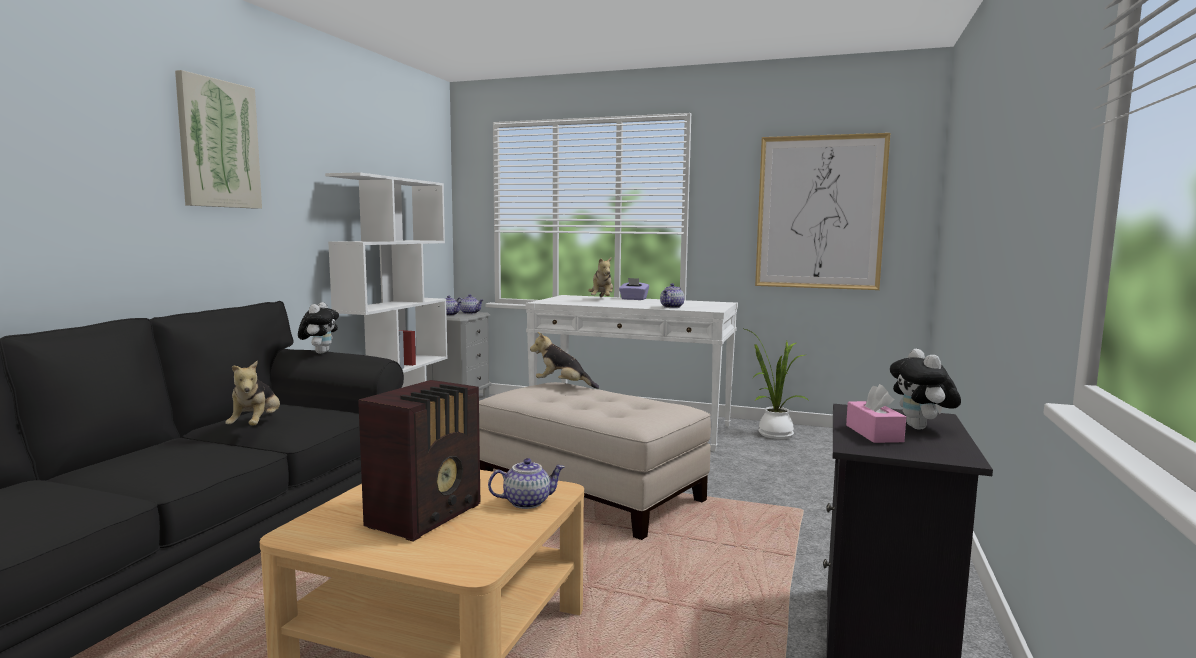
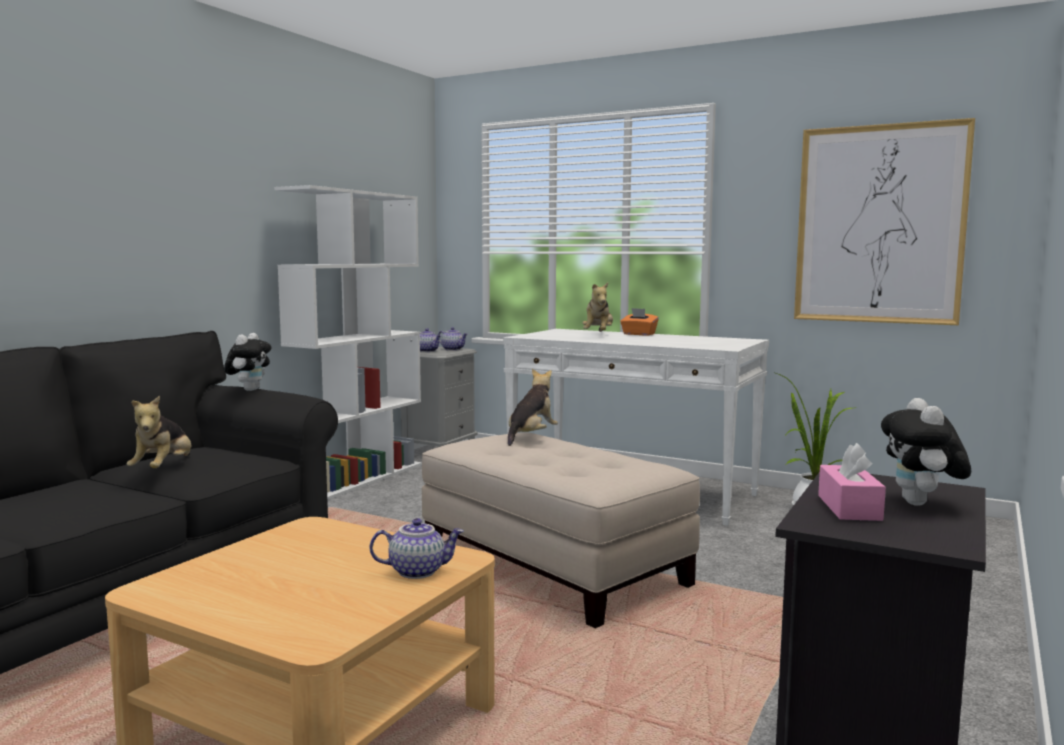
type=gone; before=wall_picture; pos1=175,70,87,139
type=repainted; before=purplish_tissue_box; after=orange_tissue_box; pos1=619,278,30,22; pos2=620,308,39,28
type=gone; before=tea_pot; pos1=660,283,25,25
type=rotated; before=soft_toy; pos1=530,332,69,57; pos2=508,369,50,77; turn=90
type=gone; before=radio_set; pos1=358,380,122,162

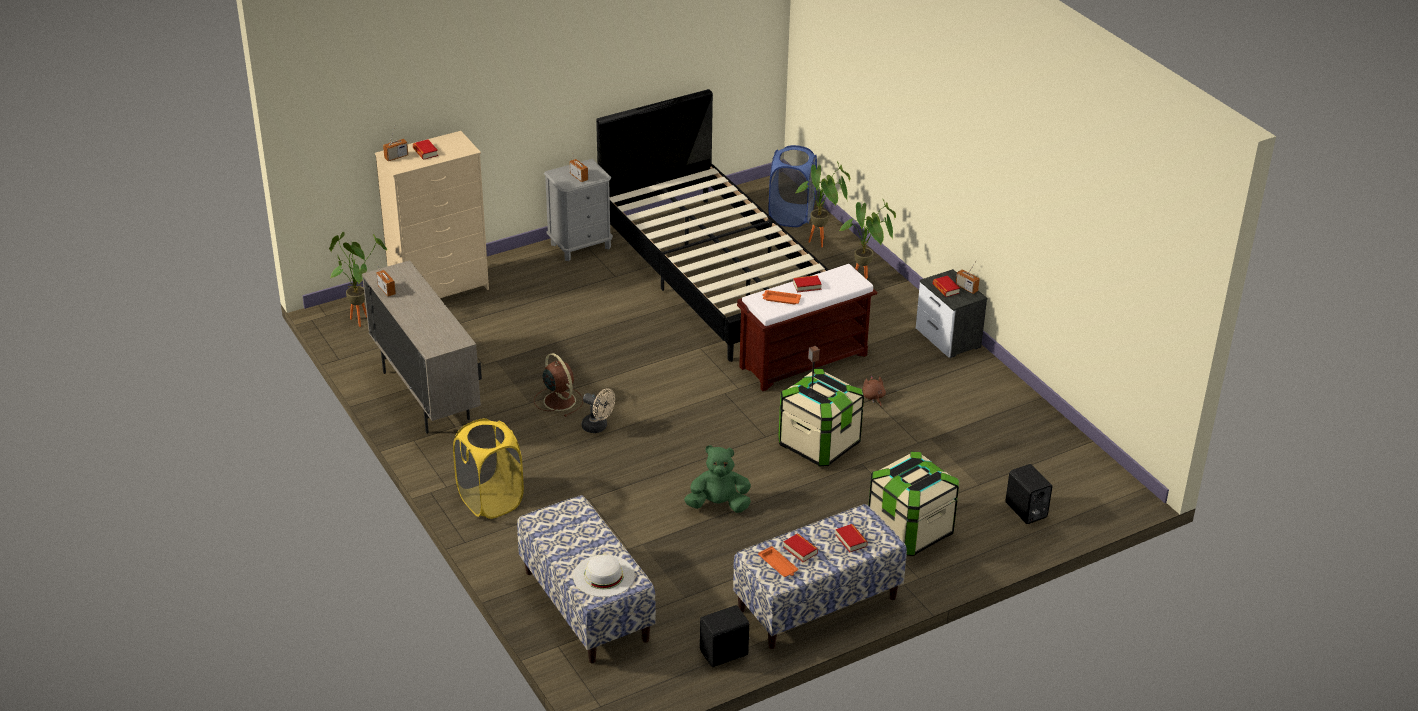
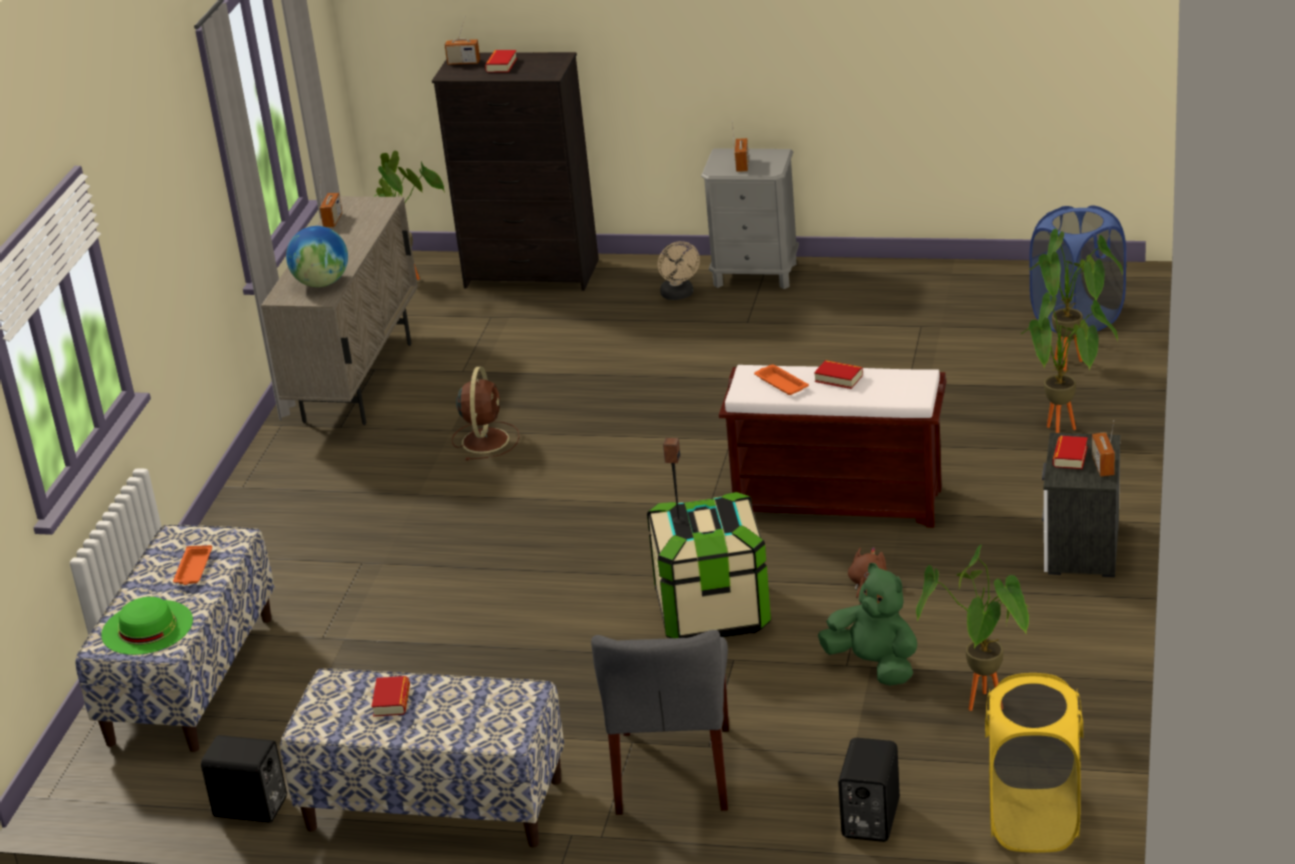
type=gone; before=black_bed; pos1=596,89,233,273
type=repainted; before=sand-coloured_chest_of_drawers; after=black_chest_of_drawers; pos1=375,131,114,167; pos2=432,52,167,239
type=shifted; before=sand-coloured_cooling_fan; pos1=582,388,33,45; pos2=658,241,42,59
type=shifted; before=yellowish_hamper; pos1=453,418,71,101; pos2=985,673,98,180
type=shifted; before=green-coloured_soft_toy; pos1=684,445,67,68; pos2=818,563,99,123
type=swapped; before=storage_box; after=greyish_plain_chair; pos1=868,451,91,105; pos2=591,630,138,185
type=gone; before=book; pos1=836,524,32,28
type=shifted; before=orange_carrying_tray; pos1=758,546,40,31; pos2=173,545,39,40
type=repainted; before=white-coloured_hat; after=green-coloured_hat; pos1=573,554,62,43; pos2=101,597,92,58
type=new; after=globe; pos2=286,226,62,61
type=new; after=plant_in_a_pot; pos2=916,545,113,166

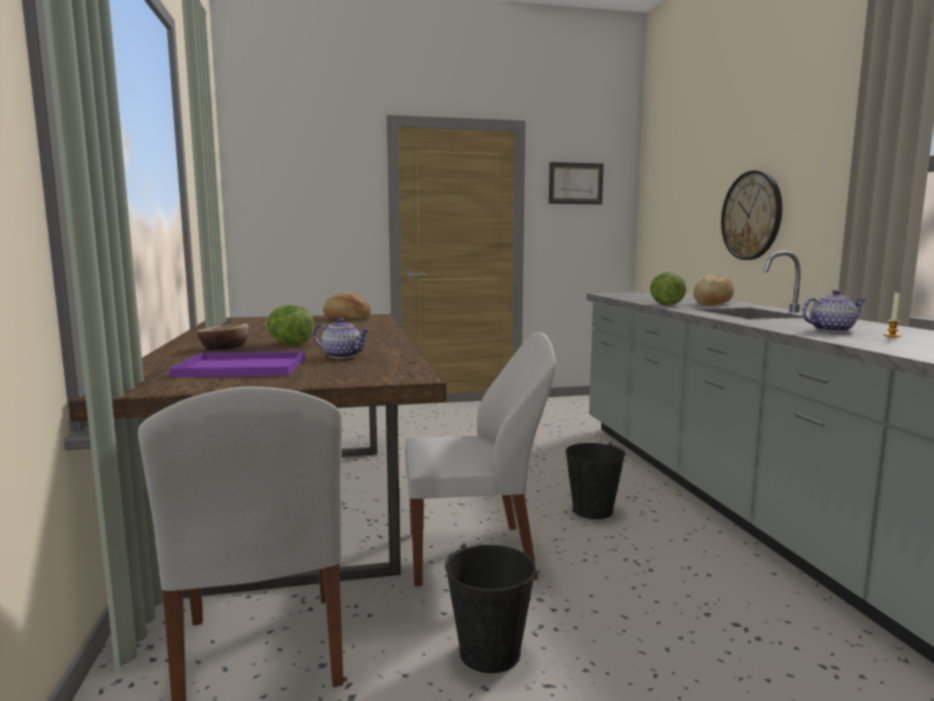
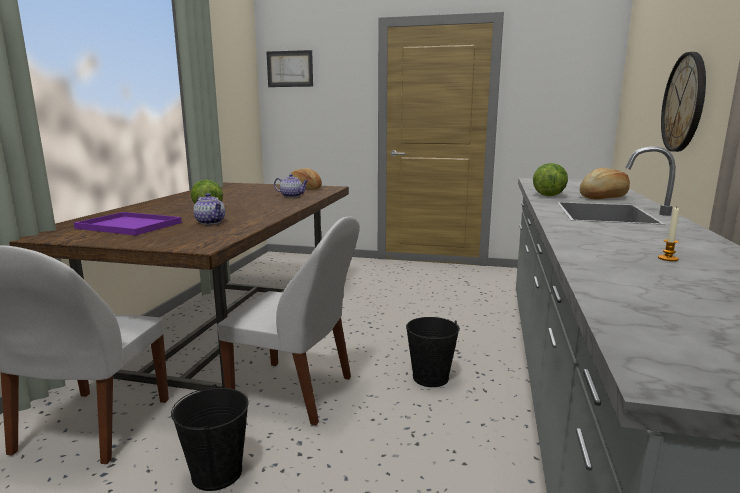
type=shifted; before=wall_picture; pos1=549,162,55,42; pos2=267,50,46,37
type=shifted; before=tea_pot; pos1=802,290,64,42; pos2=274,174,35,24
type=gone; before=deep_dish; pos1=197,324,51,26

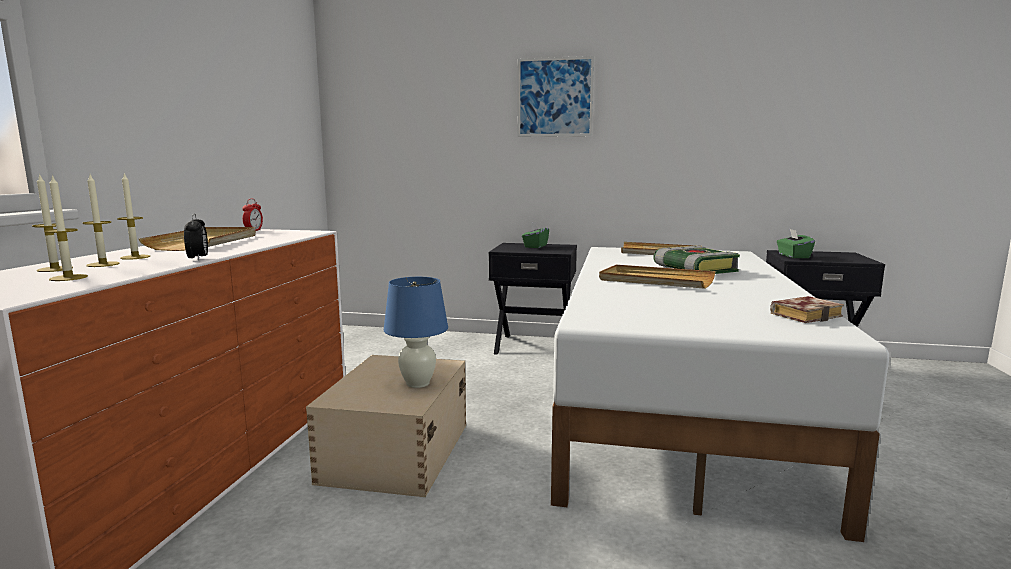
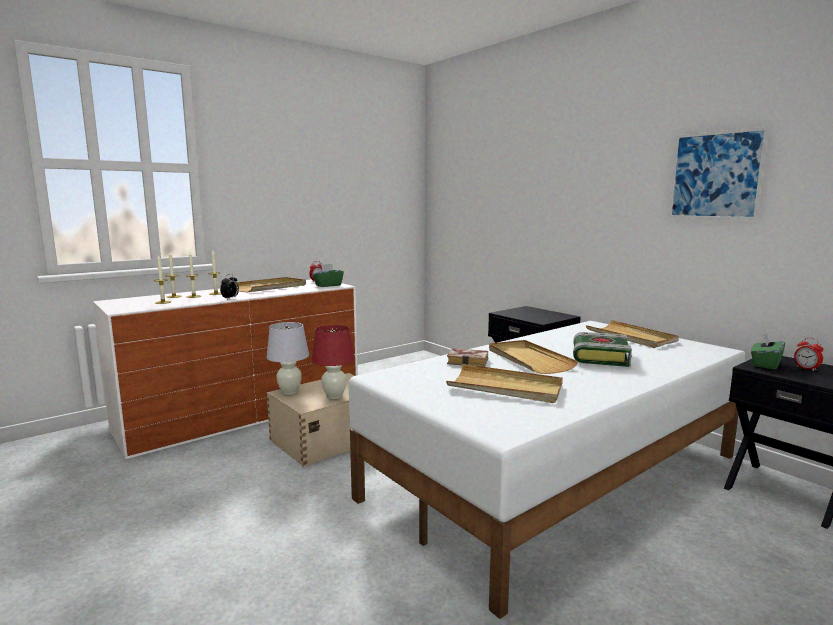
type=shifted; before=wall_picture; pos1=518,56,76,81; pos2=669,127,100,93
type=shifted; before=green-coloured_tissue_box; pos1=522,222,27,26; pos2=313,264,31,23
type=repainted; before=blue_table_lamp; after=red-coloured_table_lamp; pos1=384,277,64,111; pos2=312,325,43,74
type=shifted; before=book; pos1=770,296,74,27; pos2=447,348,41,19
type=new; after=white-coloured_table_lamp; pos2=267,322,42,73
type=new; after=alarm_clock; pos2=794,337,29,34
type=new; after=sand-coloured_carrying_tray; pos2=446,364,117,39

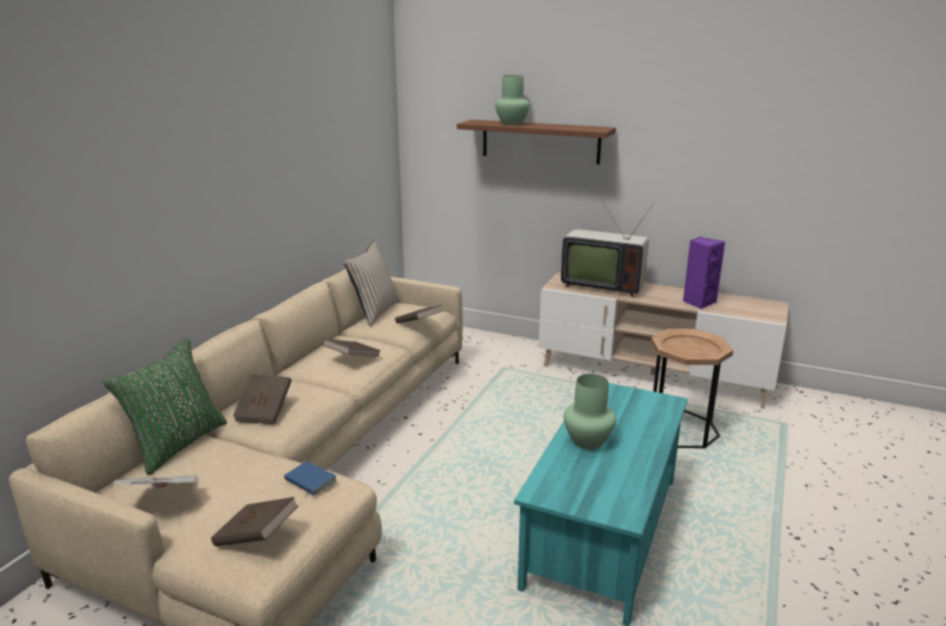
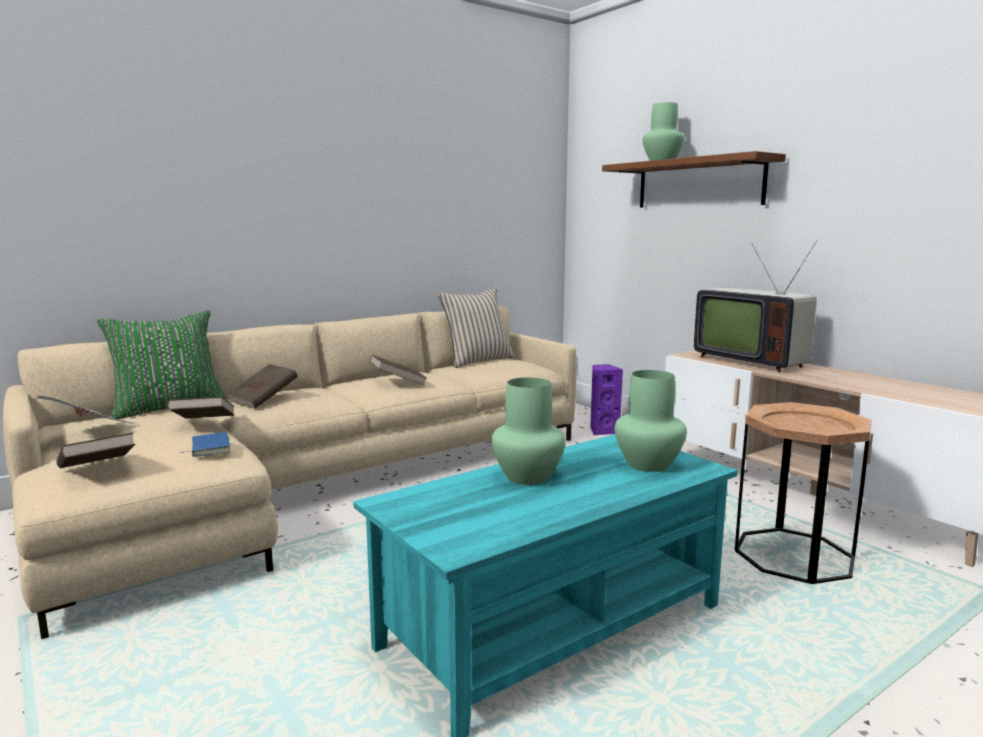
type=shifted; before=purplish_audio_speaker; pos1=683,237,42,72; pos2=590,364,33,71
type=shifted; before=brown_book; pos1=395,305,48,19; pos2=167,397,68,22
type=new; after=green-coloured_flower_vase; pos2=614,370,73,102

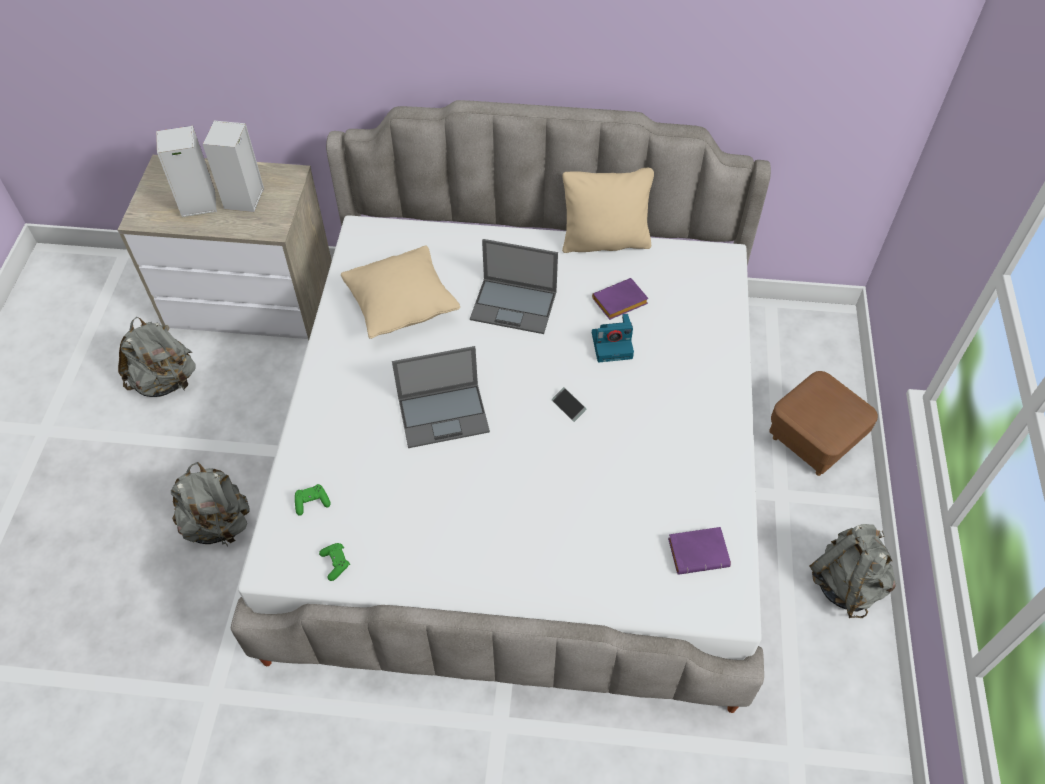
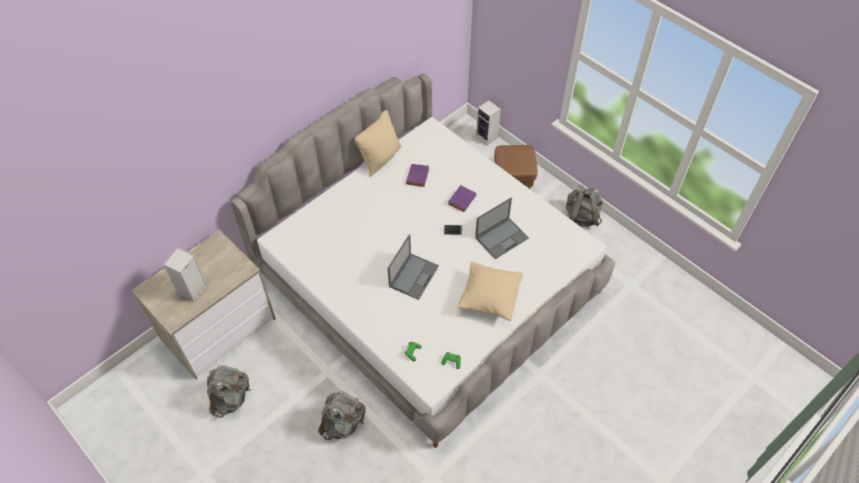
type=shifted; before=audio_speaker; pos1=203,121,61,91; pos2=476,100,25,45
type=shifted; before=laptop; pos1=470,239,88,95; pos2=475,198,54,61
type=shifted; before=sand-coloured_cushion; pos1=341,245,119,94; pos2=458,262,65,59
type=gone; before=photo_camera; pos1=592,314,42,48
type=shifted; before=purplish_book; pos1=668,527,63,48; pos2=448,185,29,27

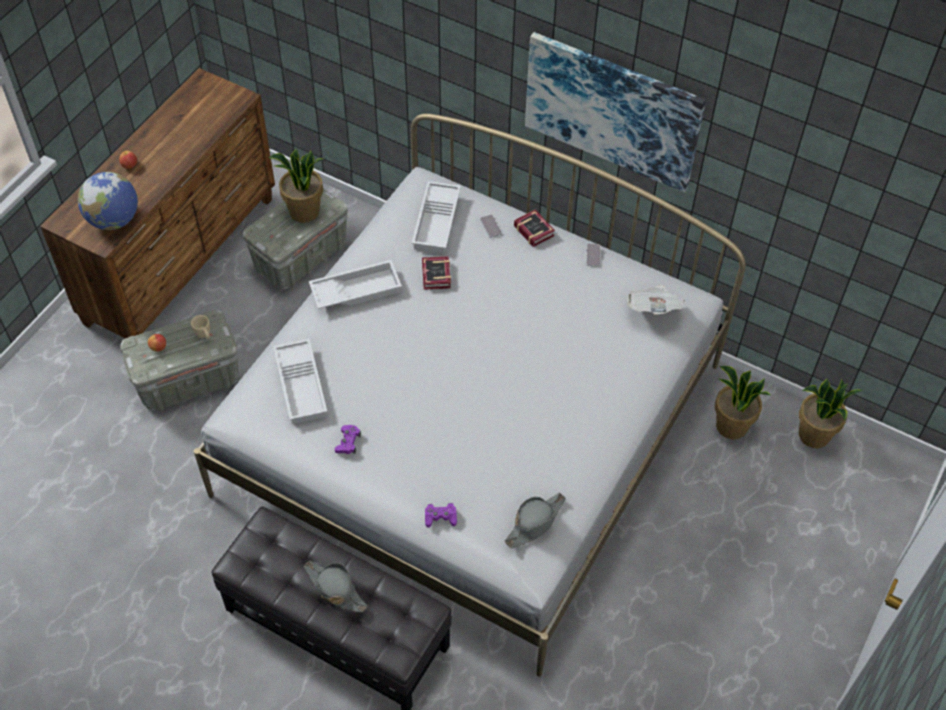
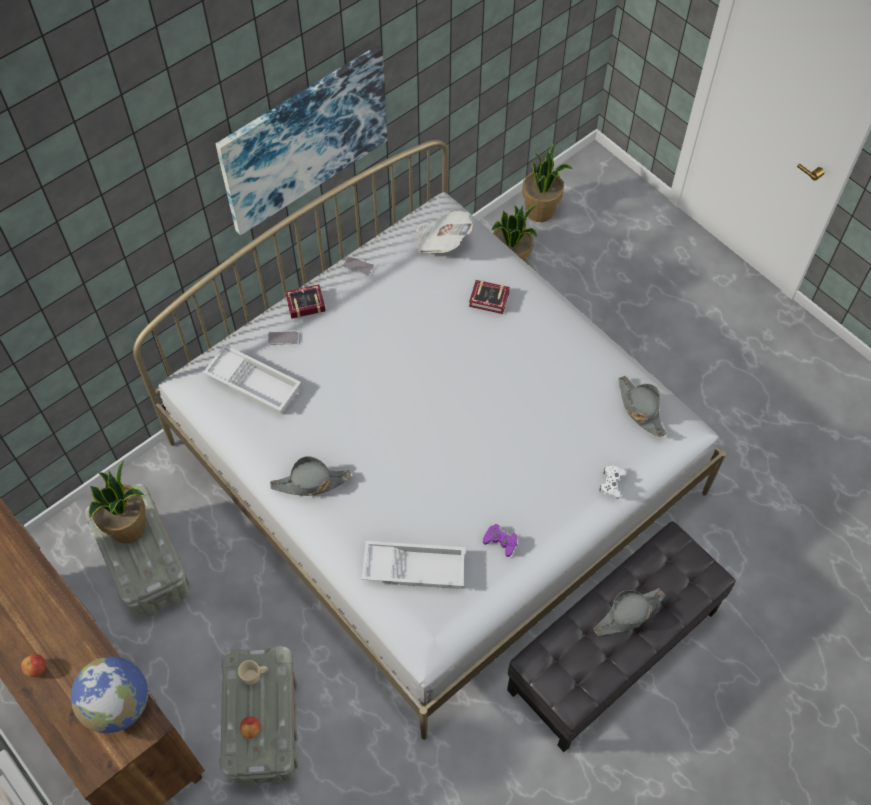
type=shifted; before=book; pos1=422,256,29,34; pos2=469,280,41,34
type=swapped; before=white-coloured_carrying_tray; after=greyish_hat; pos1=309,260,93,49; pos2=270,456,81,40
type=repainted; before=purplish_joypad; after=white-coloured_joypad; pos1=425,503,32,24; pos2=599,466,27,33

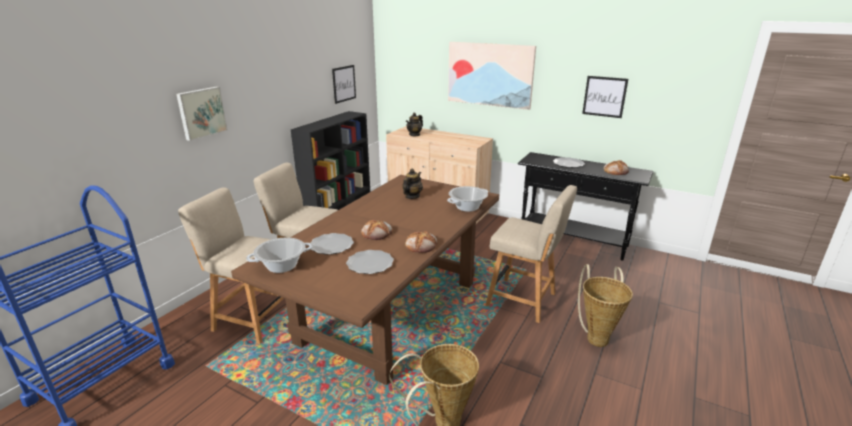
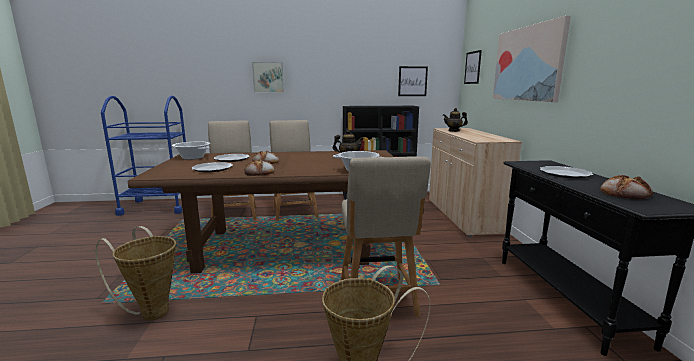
type=shifted; before=wall_picture; pos1=582,76,46,42; pos2=464,50,18,34

